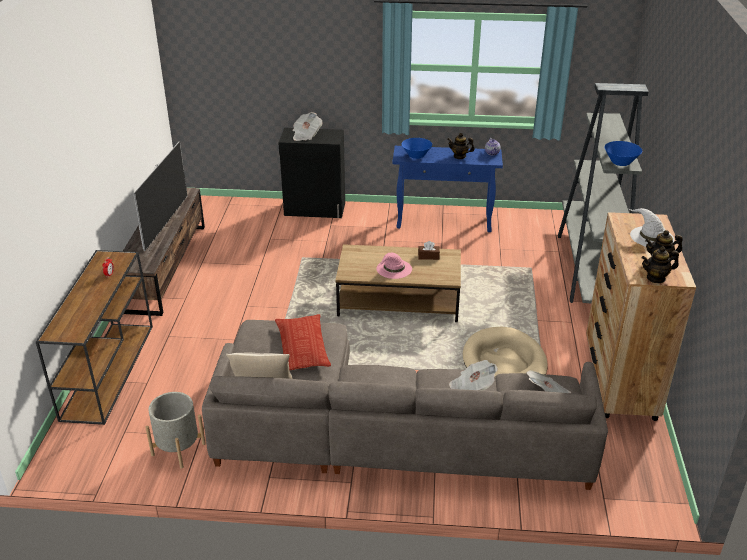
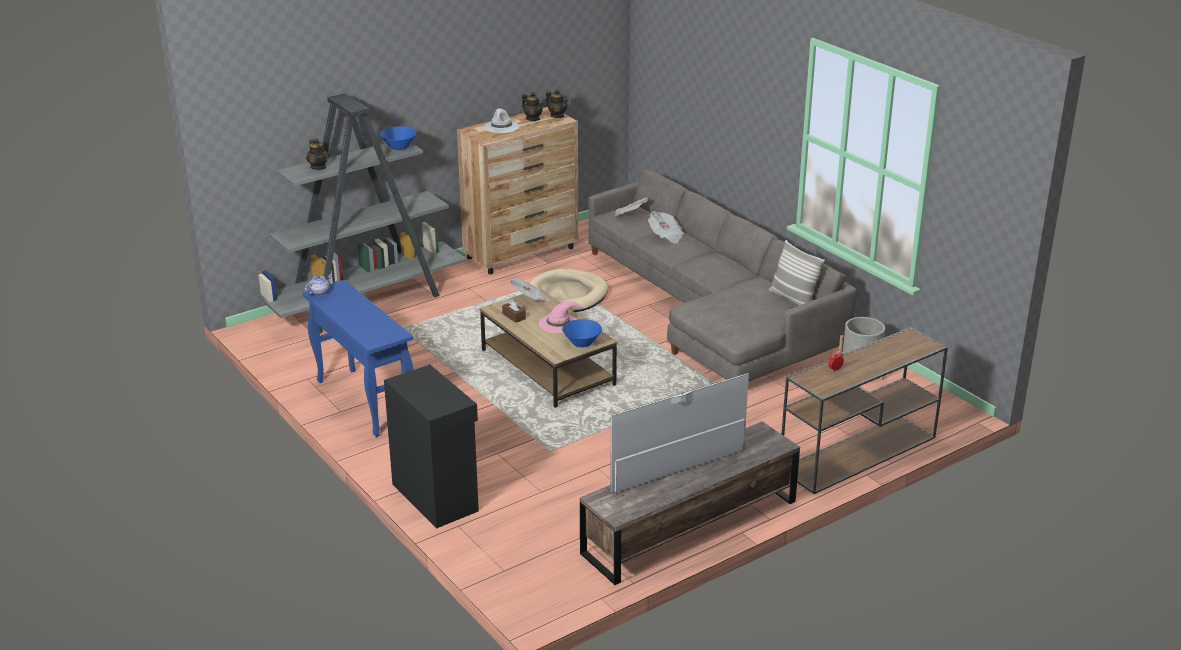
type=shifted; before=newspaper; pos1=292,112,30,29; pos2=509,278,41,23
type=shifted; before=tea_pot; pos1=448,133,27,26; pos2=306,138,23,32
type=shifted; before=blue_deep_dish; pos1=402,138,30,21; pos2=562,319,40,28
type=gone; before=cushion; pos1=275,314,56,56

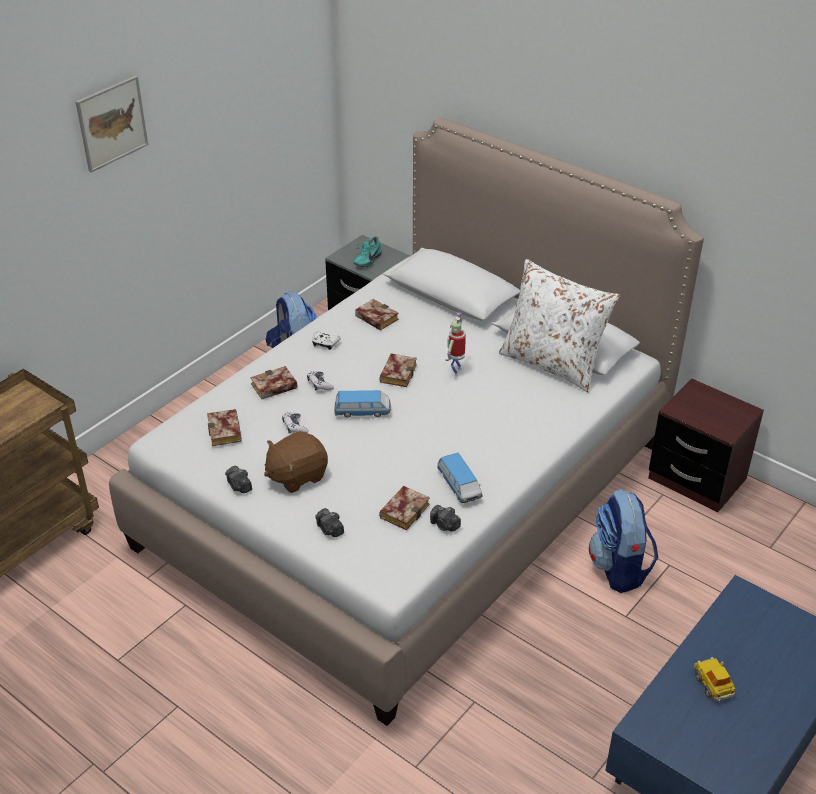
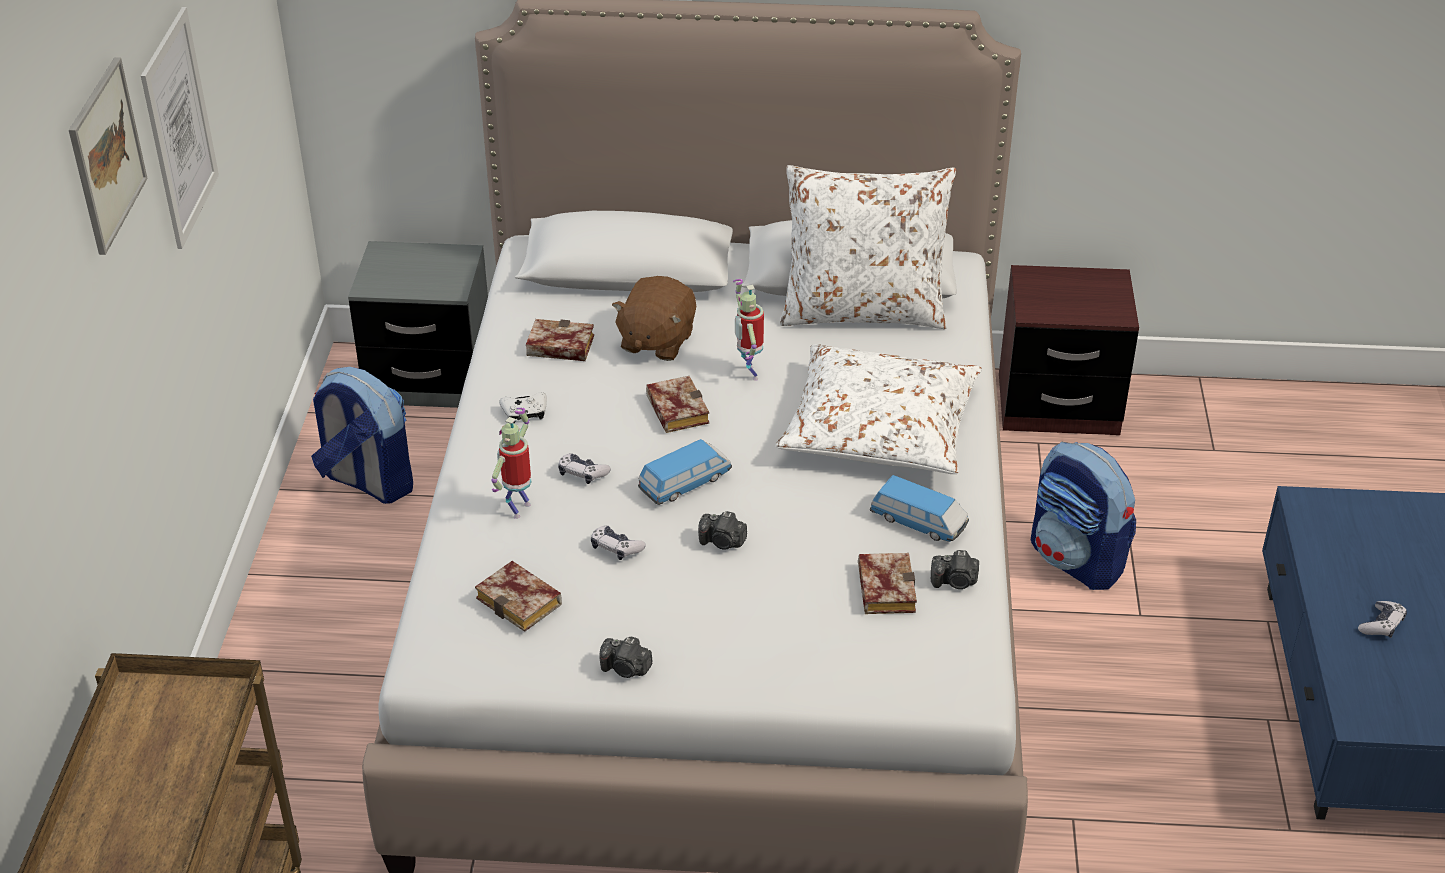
type=gone; before=blue-green_shoe; pos1=354,236,28,31
type=swapped; before=book; after=robot_figure; pos1=250,366,47,33; pos2=491,408,41,111
type=shifted; before=brown_soft_toy; pos1=264,431,64,62; pos2=612,276,84,85
type=shifted; before=photo_camera; pos1=315,508,29,29; pos2=698,511,49,39
type=swapped; before=miniature_car; after=joypad; pos1=694,657,42,44; pos2=1358,601,49,37
type=new; after=wall_picture; pos2=141,7,78,242
type=new; after=white-coloured_cushion; pos2=775,344,207,130

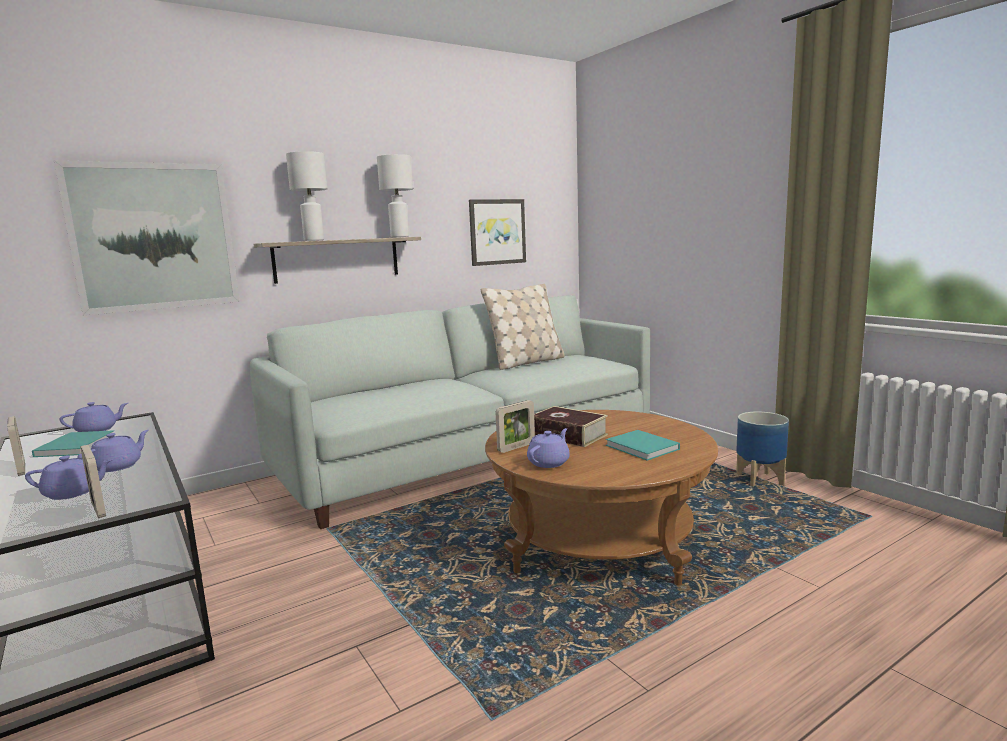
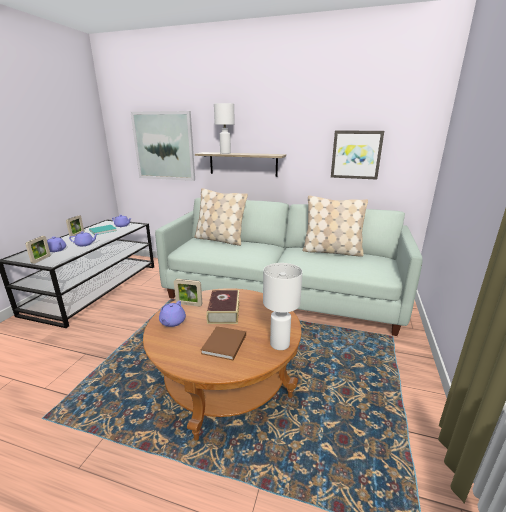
type=shifted; before=white-coloured_table_lamp; pos1=377,154,36,83; pos2=263,263,39,87
type=gone; before=planter; pos1=736,411,53,76
type=rotated; before=purplish_tea_pot; pos1=527,428,43,40; pos2=159,301,27,26; turn=105
type=repainted; before=blue-green_book; after=brown_book; pos1=606,430,74,31; pos2=201,326,45,35
type=new; after=sand-coloured_cushion; pos2=194,188,54,58

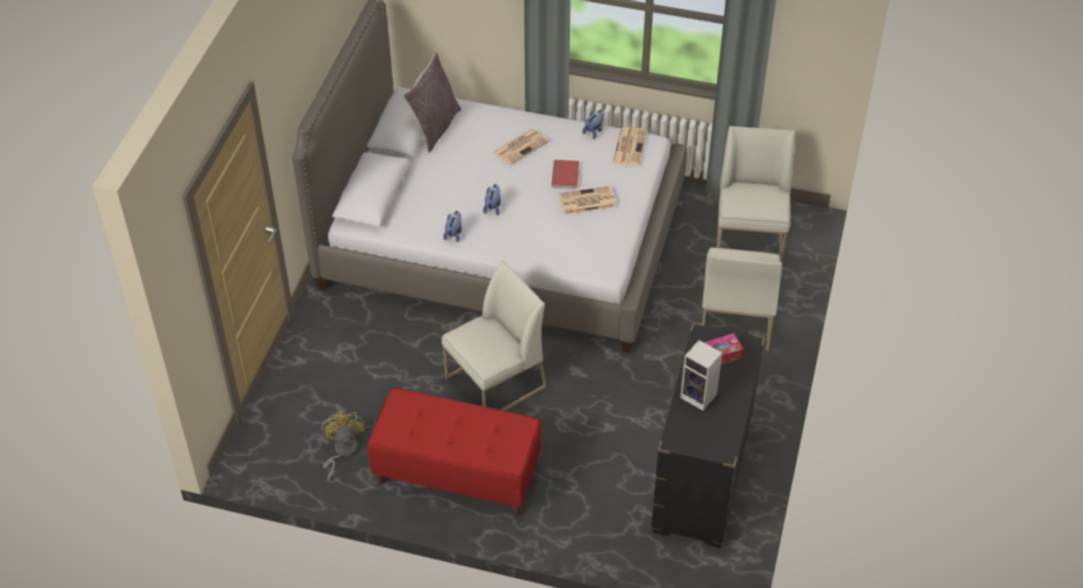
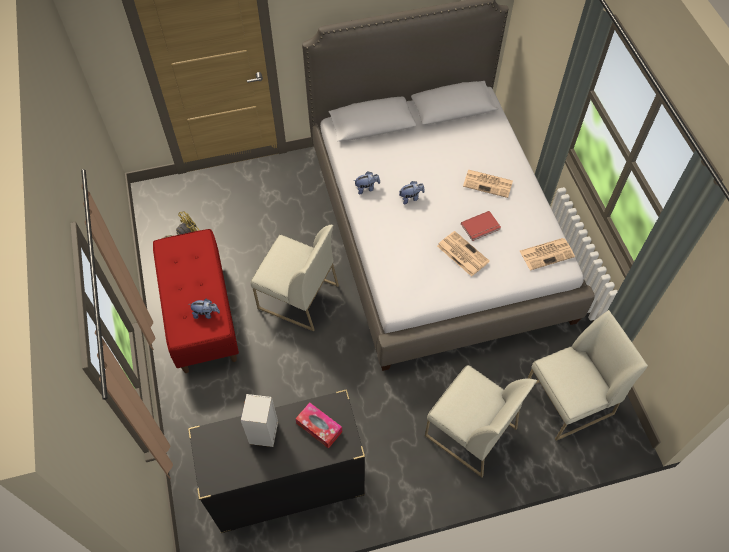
type=gone; before=greyish_cushion; pos1=403,52,58,101
type=shifted; before=soft_toy; pos1=582,110,22,29; pos2=189,299,31,20
type=rotated; before=white-coloured_plain_chair; pos1=702,248,80,103; pos2=425,365,112,112; turn=-120

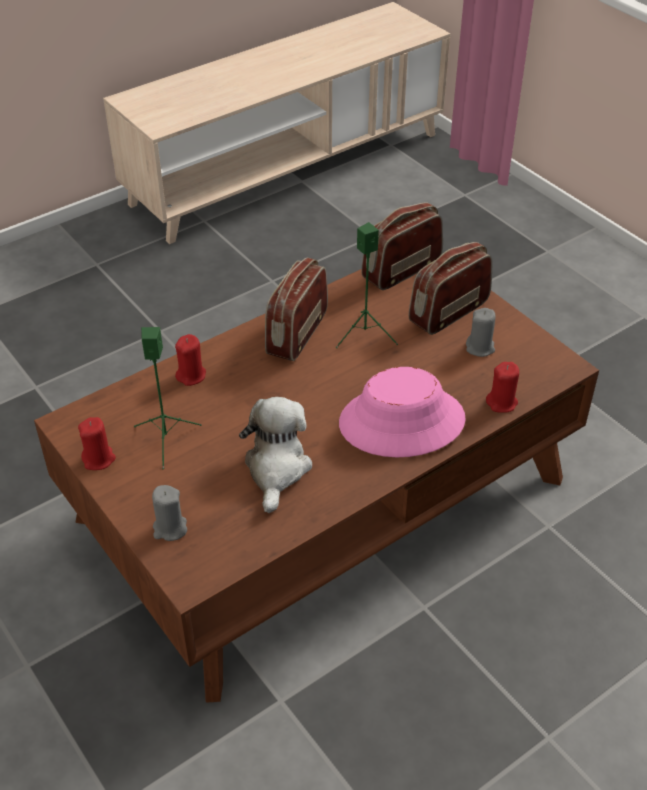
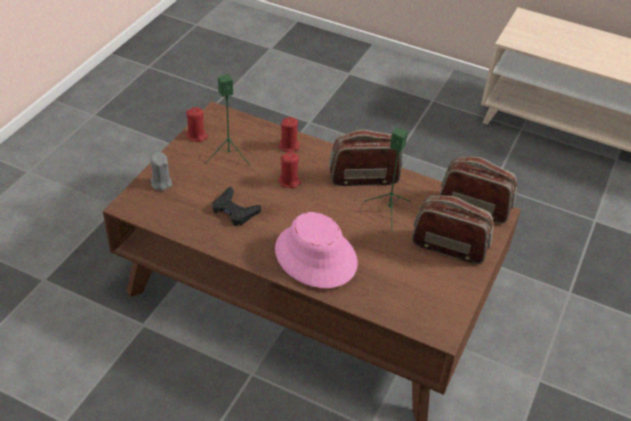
type=gone; before=greyish_wax_light; pos1=466,308,30,49
type=shifted; before=red-coloured_wax_light; pos1=486,362,33,51; pos2=278,152,23,37
type=swapped; before=soft_toy; after=black_joypad; pos1=239,397,73,116; pos2=212,187,49,39

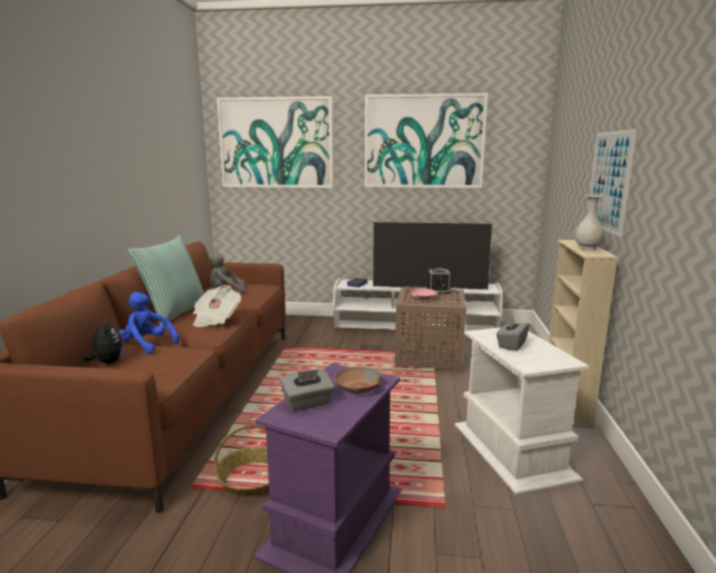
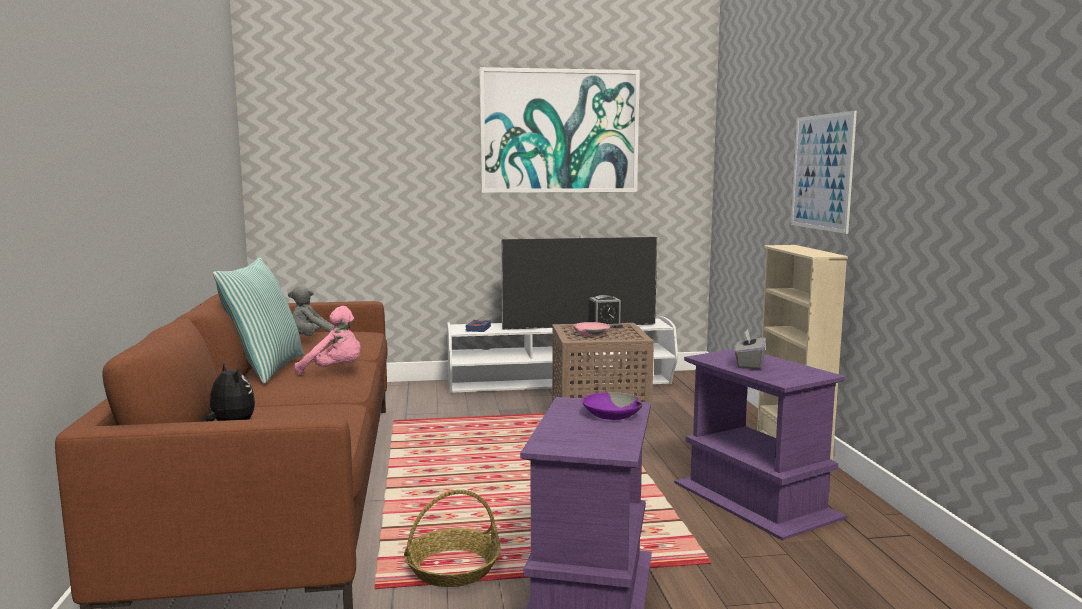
type=gone; before=wall_picture; pos1=217,96,117,92
type=gone; before=white-coloured_flower_vase; pos1=575,195,29,55
type=swapped; before=newspaper; after=pink-coloured_soft_toy; pos1=193,285,48,42; pos2=294,306,67,69
type=gone; before=blue_soft_toy; pos1=119,292,60,62
type=repainted; before=white-coloured_end_table; after=purplish_end_table; pos1=455,327,134,168; pos2=674,349,173,191
type=repainted; before=brown_deep_dish; after=purplish_deep_dish; pos1=334,367,48,27; pos2=582,392,60,28
type=gone; before=greyish_tissue_box; pos1=280,369,54,42

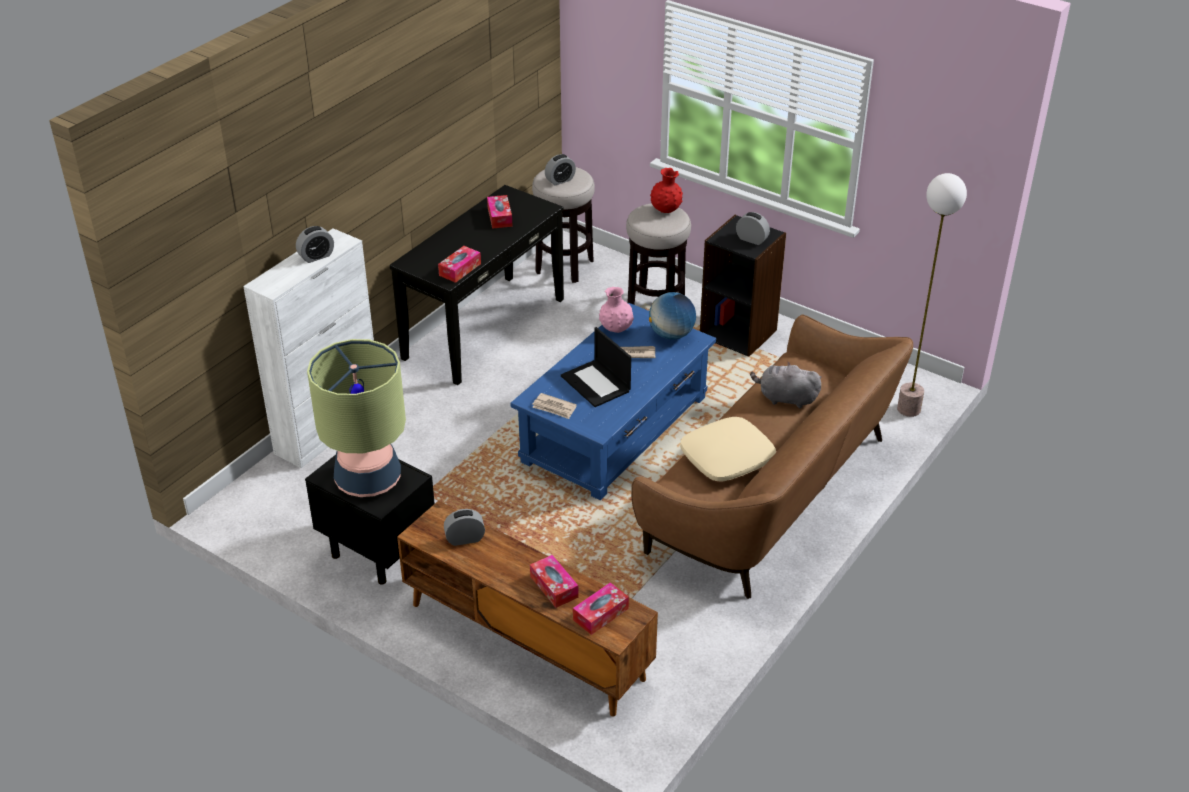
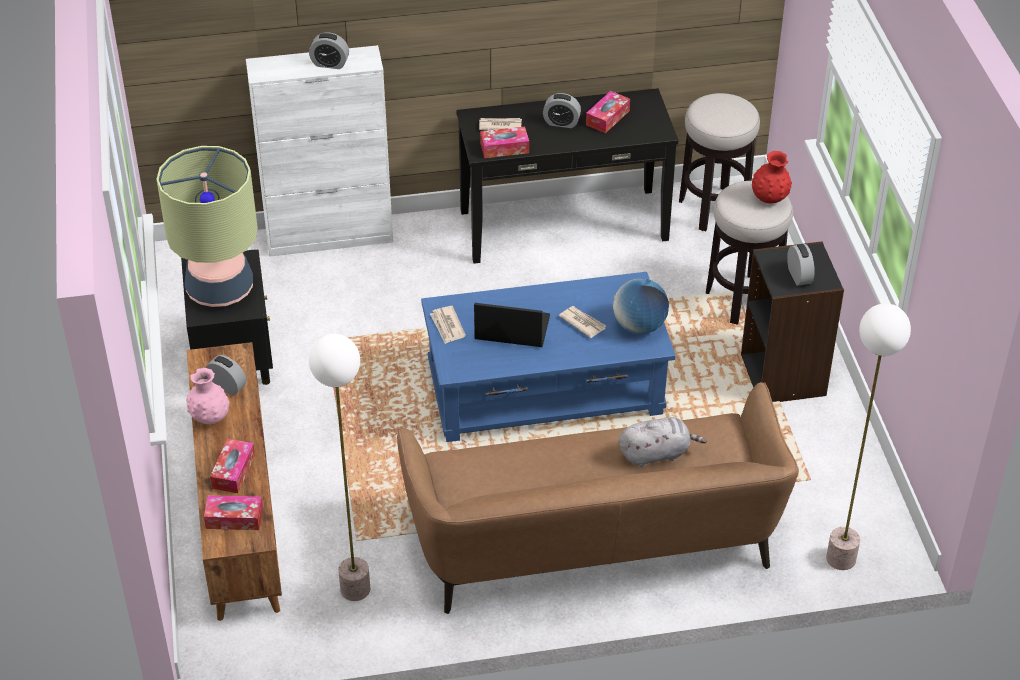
type=shifted; before=alarm_clock; pos1=545,154,31,31; pos2=543,93,38,35
type=shifted; before=pink-coloured_flower_vase; pos1=599,287,35,46; pos2=186,368,44,56
type=rotated; before=laptop; pos1=561,327,70,80; pos2=474,303,76,44; turn=90
type=rotated; before=greyish_soft_toy; pos1=750,361,71,47; pos2=619,417,88,50; turn=105
type=gone; before=sand-coloured_cushion; pos1=680,417,96,65
type=new; after=newspaper; pos2=479,118,43,12
type=new; after=standard_lamp; pos2=309,334,61,267

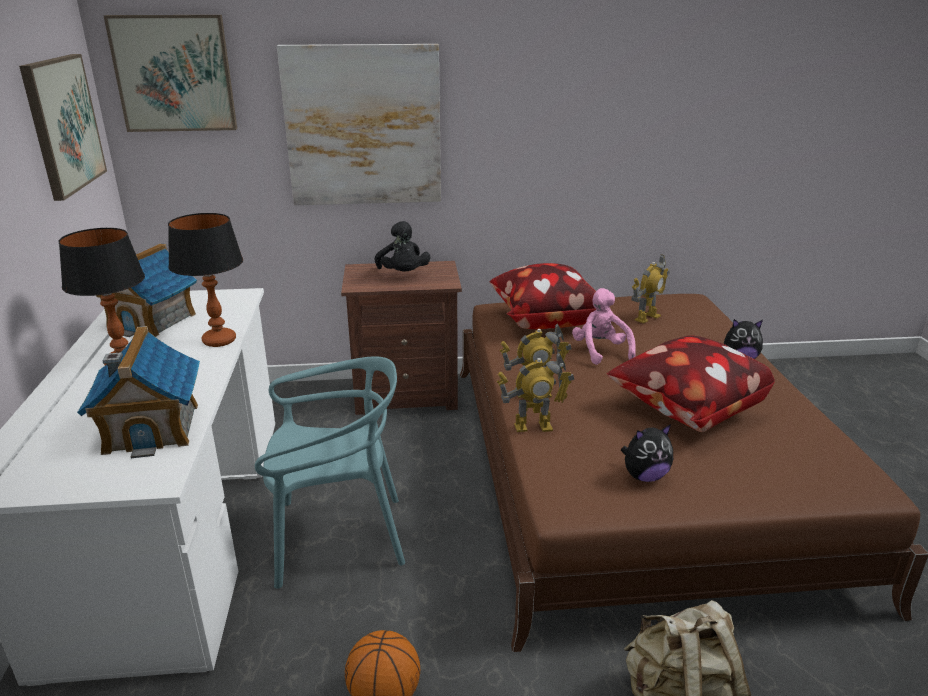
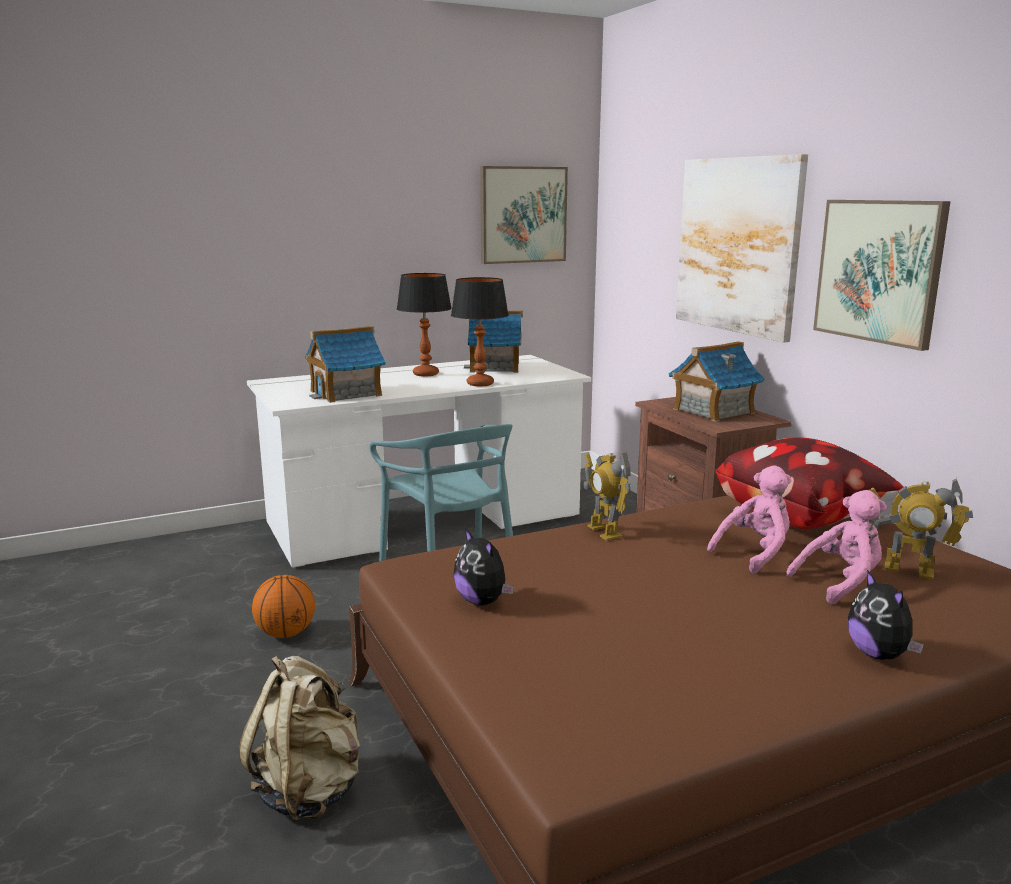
type=shifted; before=wall_picture; pos1=103,15,134,117; pos2=813,200,138,151
type=swapped; before=black_soft_toy; after=model_house; pos1=374,221,56,51; pos2=668,341,96,81
type=gone; before=cushion; pos1=607,336,168,96
type=gone; before=robot_figure; pos1=497,353,77,79
type=new; after=pink-coloured_soft_toy; pos2=786,490,101,114

